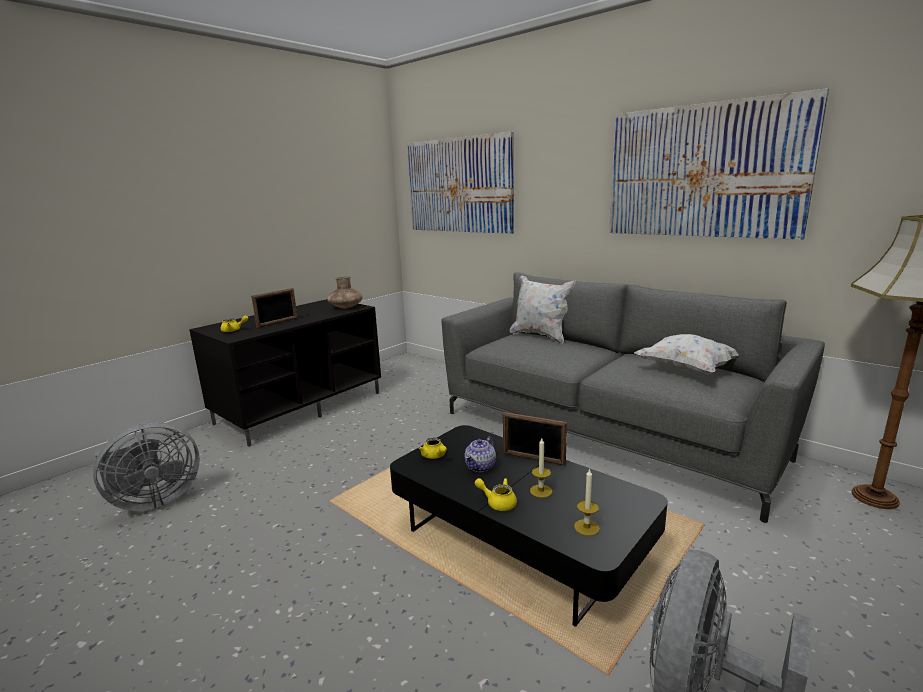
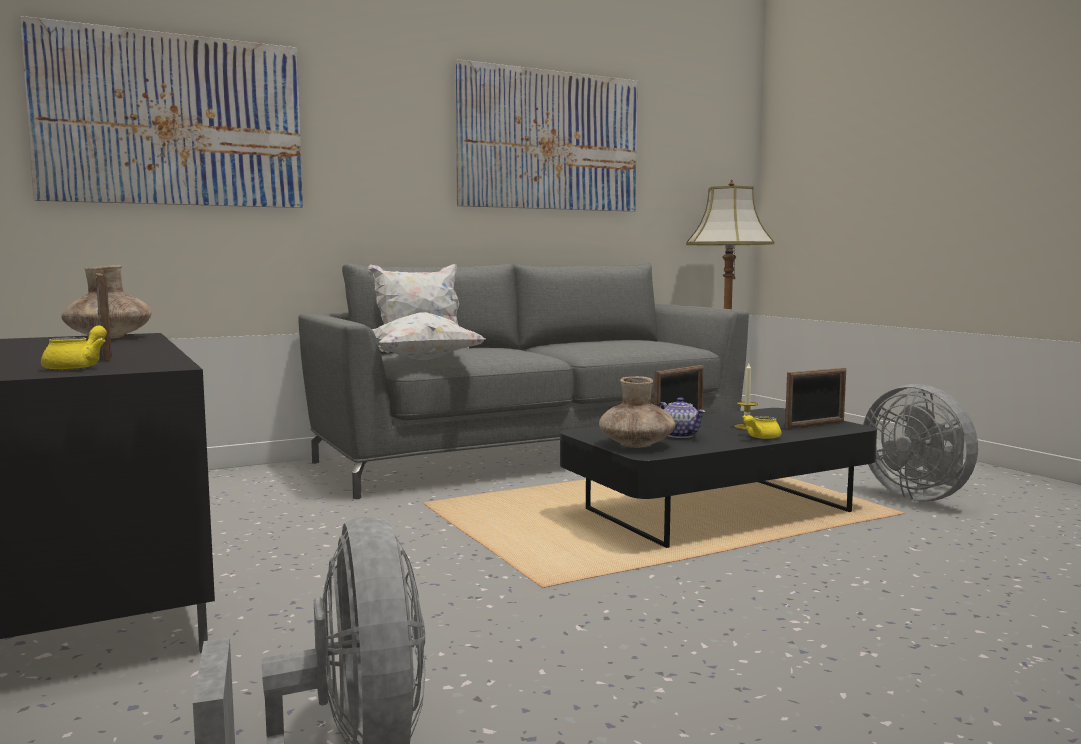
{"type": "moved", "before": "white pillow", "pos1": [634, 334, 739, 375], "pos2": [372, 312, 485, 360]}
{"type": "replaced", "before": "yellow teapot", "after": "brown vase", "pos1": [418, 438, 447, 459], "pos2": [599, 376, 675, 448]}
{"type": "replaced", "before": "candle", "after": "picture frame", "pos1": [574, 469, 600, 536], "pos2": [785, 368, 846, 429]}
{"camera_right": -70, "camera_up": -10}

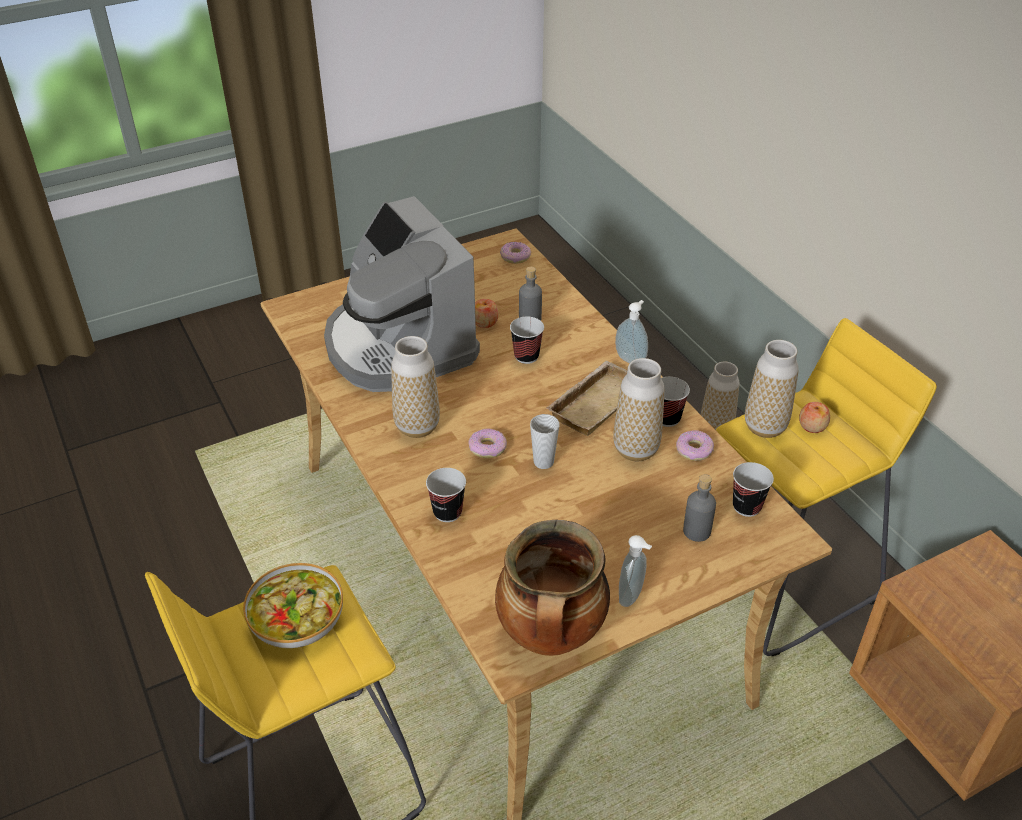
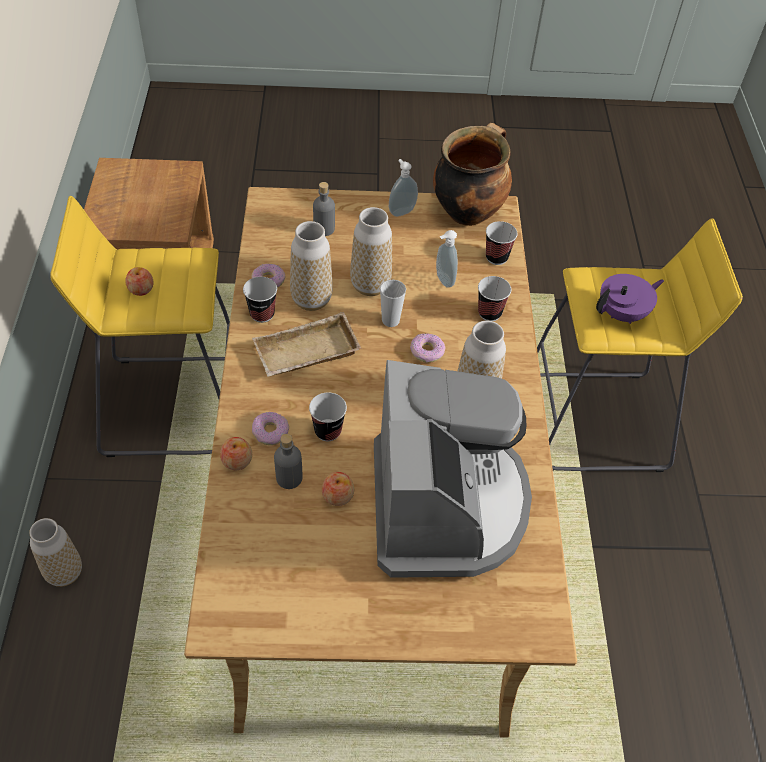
{"type": "moved", "before": "donut", "pos1": [500, 242, 531, 264], "pos2": [252, 412, 289, 445]}
{"type": "moved", "before": "soap dispenser", "pos1": [615, 300, 648, 363], "pos2": [436, 230, 458, 288]}
{"type": "moved", "before": "vase", "pos1": [745, 340, 799, 438], "pos2": [350, 207, 392, 296]}
{"type": "moved", "before": "cup", "pos1": [733, 462, 774, 517], "pos2": [486, 221, 517, 265]}
{"type": "replaced", "before": "bowl", "after": "purple teapot", "pos1": [243, 563, 343, 648], "pos2": [596, 274, 664, 324]}
{"type": "added", "after": "apple", "pos2": [220, 437, 252, 470]}
{"camera_right": -155, "camera_up": 10}

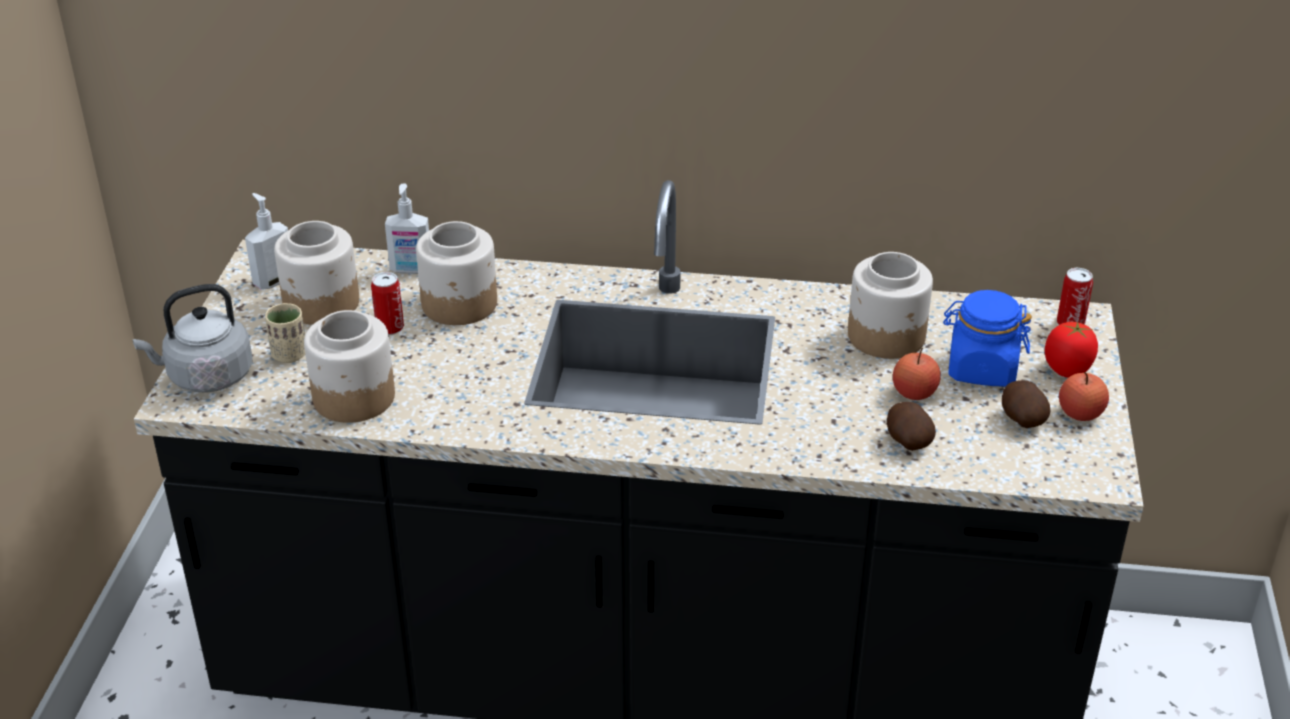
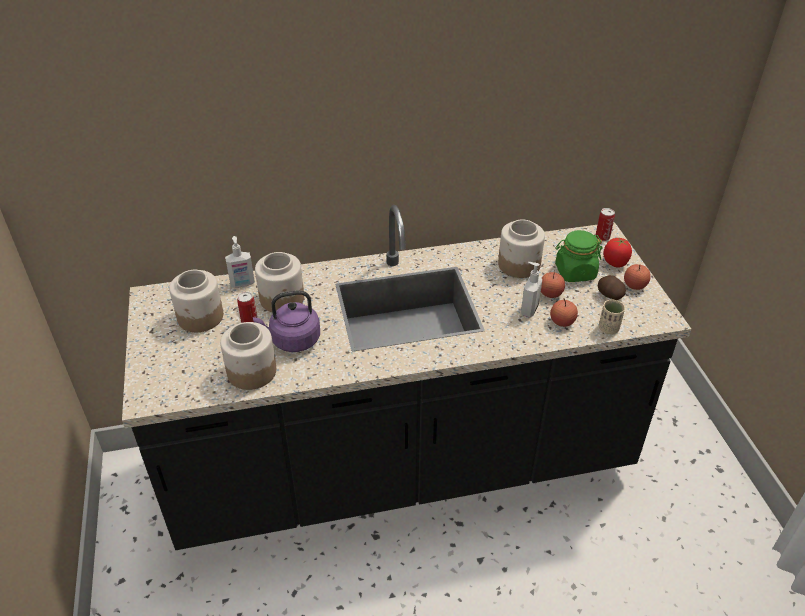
{"type": "moved", "before": "soap dispenser", "pos1": [245, 193, 288, 289], "pos2": [521, 262, 542, 317]}
{"type": "removed", "before": "grey kettle", "pos1": [133, 284, 253, 393]}
{"type": "recoloured", "before": "blue jar", "after": "green jar", "pos1": [943, 290, 1032, 387], "pos2": [555, 230, 603, 282]}
{"type": "moved", "before": "beige cup", "pos1": [265, 303, 305, 363], "pos2": [599, 300, 625, 334]}
{"type": "replaced", "before": "potato", "after": "apple", "pos1": [887, 402, 936, 451], "pos2": [550, 299, 578, 327]}
{"type": "added", "after": "purple kettle", "pos2": [253, 290, 320, 352]}
{"camera_right": -20, "camera_up": 5}

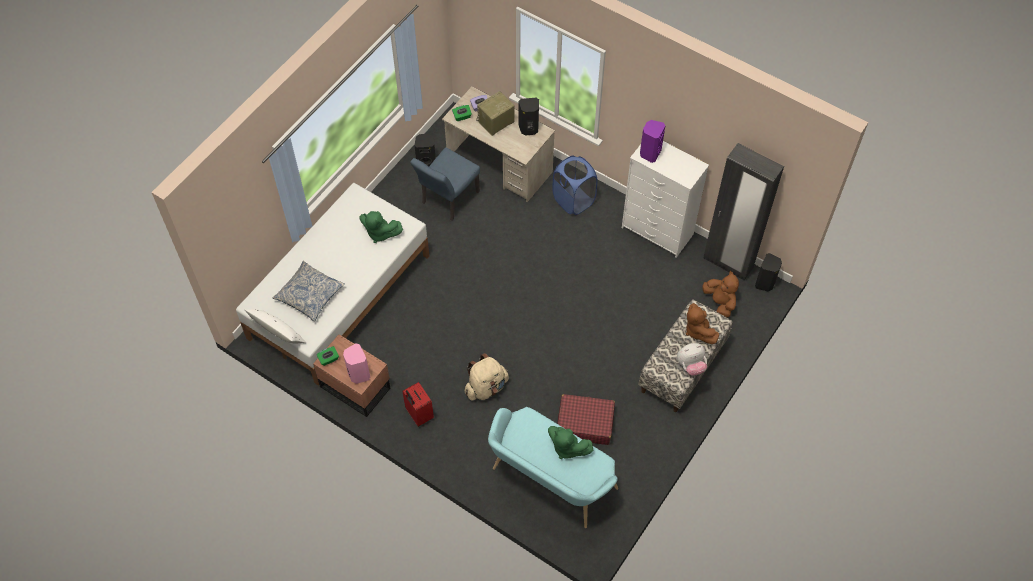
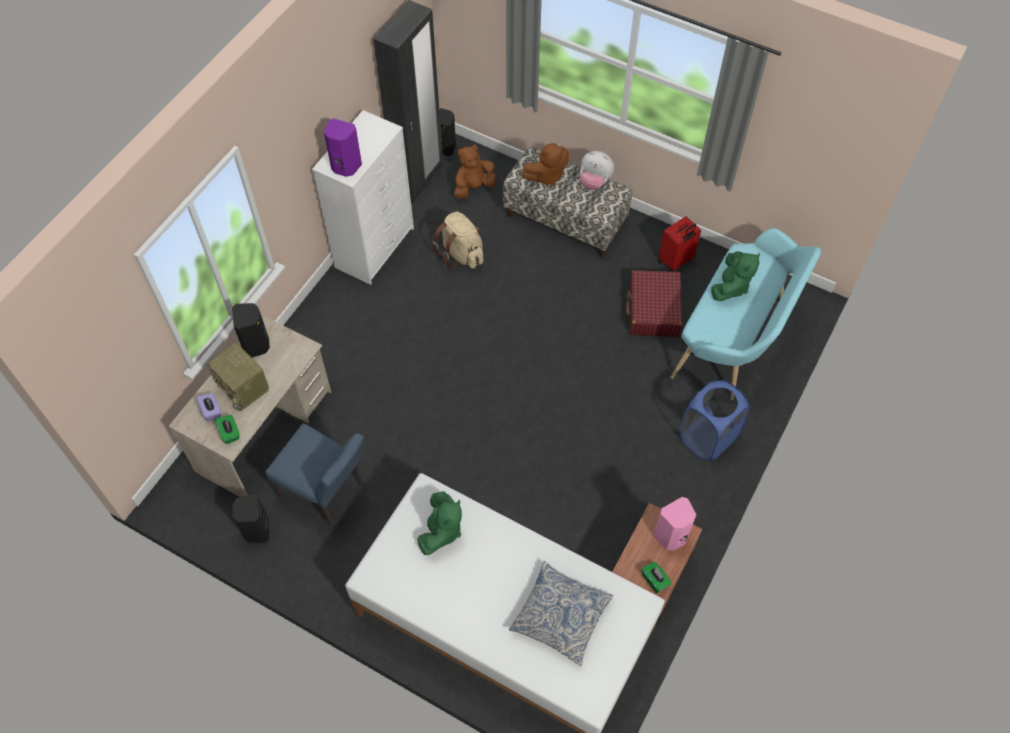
{"type": "moved", "before": "blue laundry basket", "pos1": [552, 156, 597, 215], "pos2": [679, 380, 750, 461]}
{"type": "removed", "before": "white pillow", "pos1": [244, 309, 306, 344]}
{"type": "turned", "before": "plush toy", "pos1": [677, 343, 707, 376], "pos2": [580, 151, 614, 190], "turn": 135}
{"type": "moved", "before": "beige backpack", "pos1": [465, 353, 509, 401], "pos2": [433, 212, 484, 269]}
{"type": "moved", "before": "red suitcase", "pos1": [402, 382, 434, 426], "pos2": [658, 216, 701, 272]}
{"camera_right": -95, "camera_up": 0}

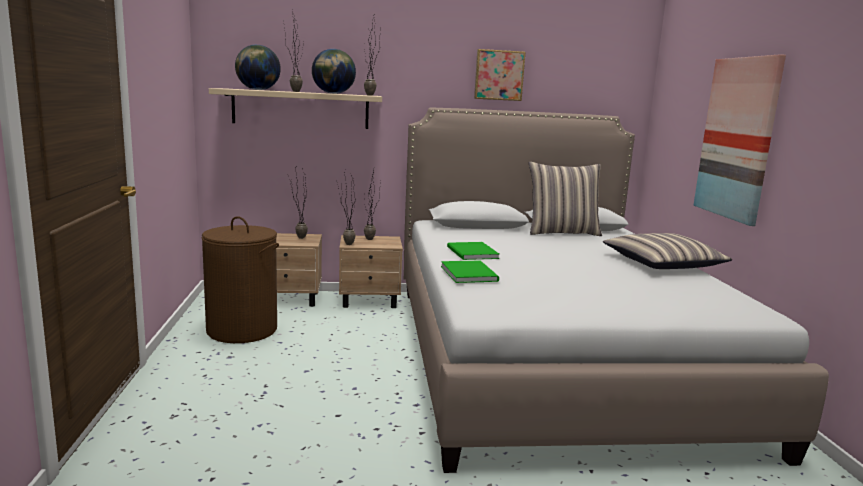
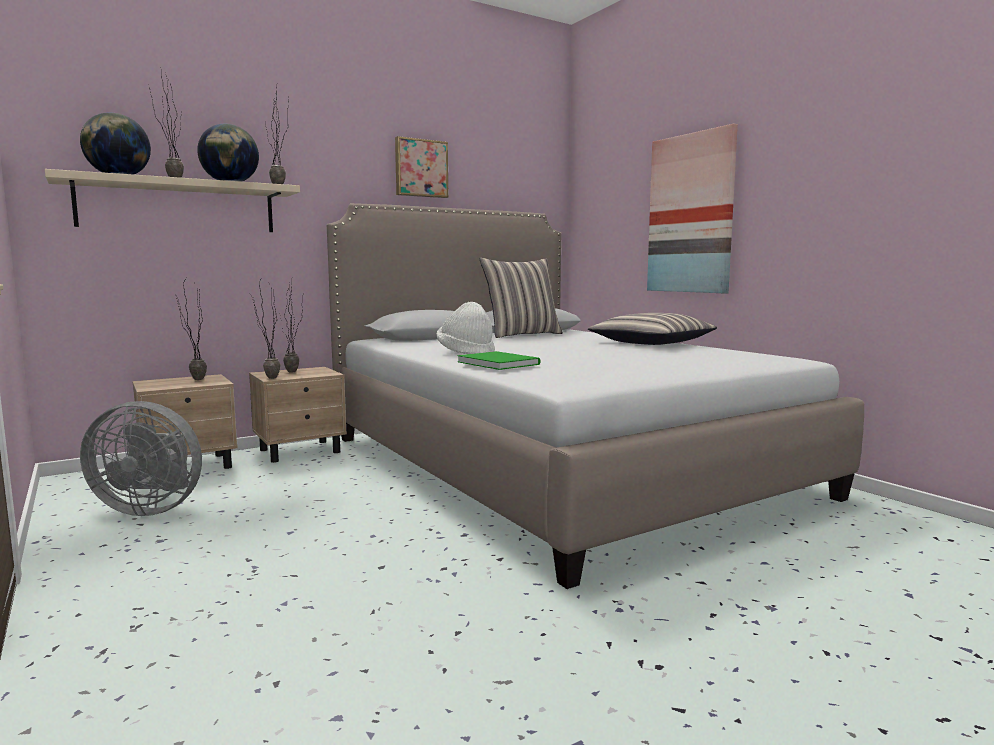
{"type": "replaced", "before": "brown laundry basket", "after": "grey fan", "pos1": [202, 216, 279, 343], "pos2": [80, 401, 202, 516]}
{"type": "replaced", "before": "green book", "after": "white hat", "pos1": [447, 242, 499, 260], "pos2": [436, 302, 495, 354]}
{"camera_right": -25, "camera_up": -5}

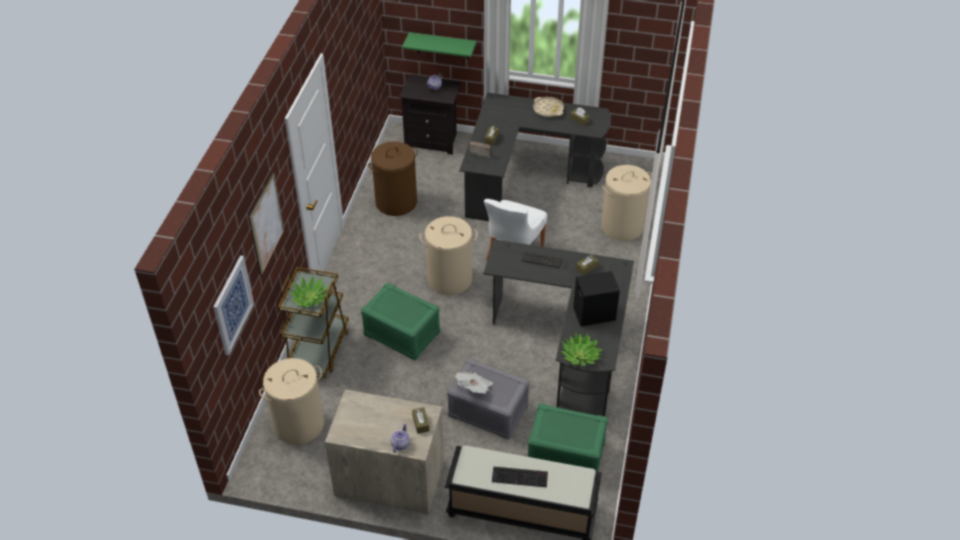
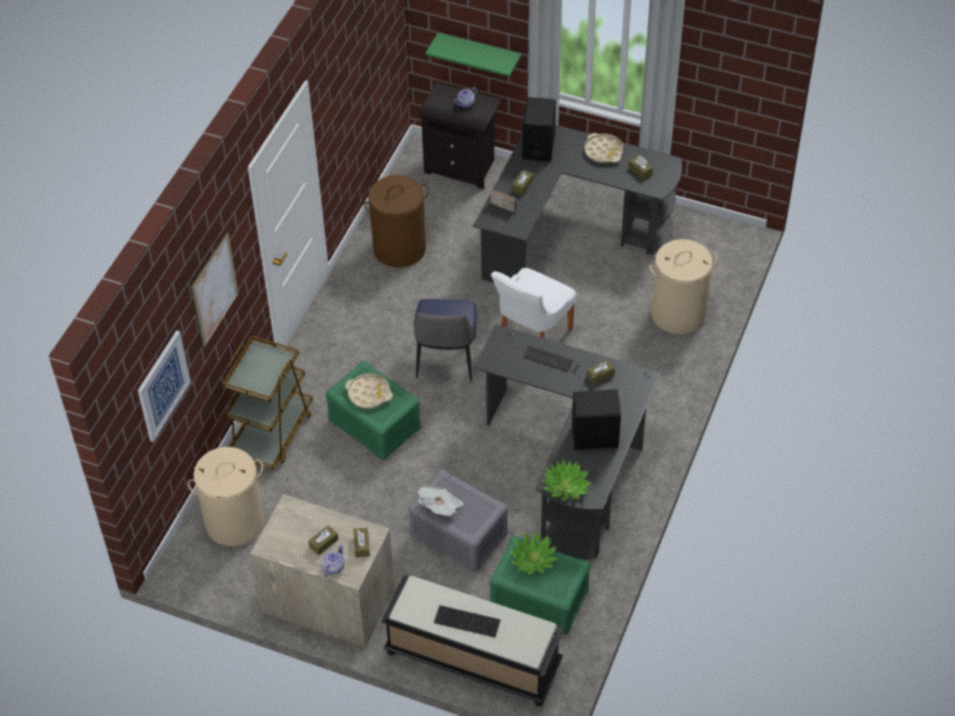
{"type": "replaced", "before": "beige laundry basket", "after": "chair", "pos1": [419, 216, 478, 295], "pos2": [414, 299, 477, 382]}
{"type": "moved", "before": "potted plant", "pos1": [289, 276, 330, 307], "pos2": [509, 531, 559, 575]}
{"type": "added", "after": "black speaker", "pos2": [522, 97, 556, 162]}
{"type": "added", "after": "beige tray", "pos2": [345, 374, 393, 408]}
{"type": "added", "after": "brown tissue box", "pos2": [308, 525, 338, 555]}
{"camera_right": 10, "camera_up": 5}

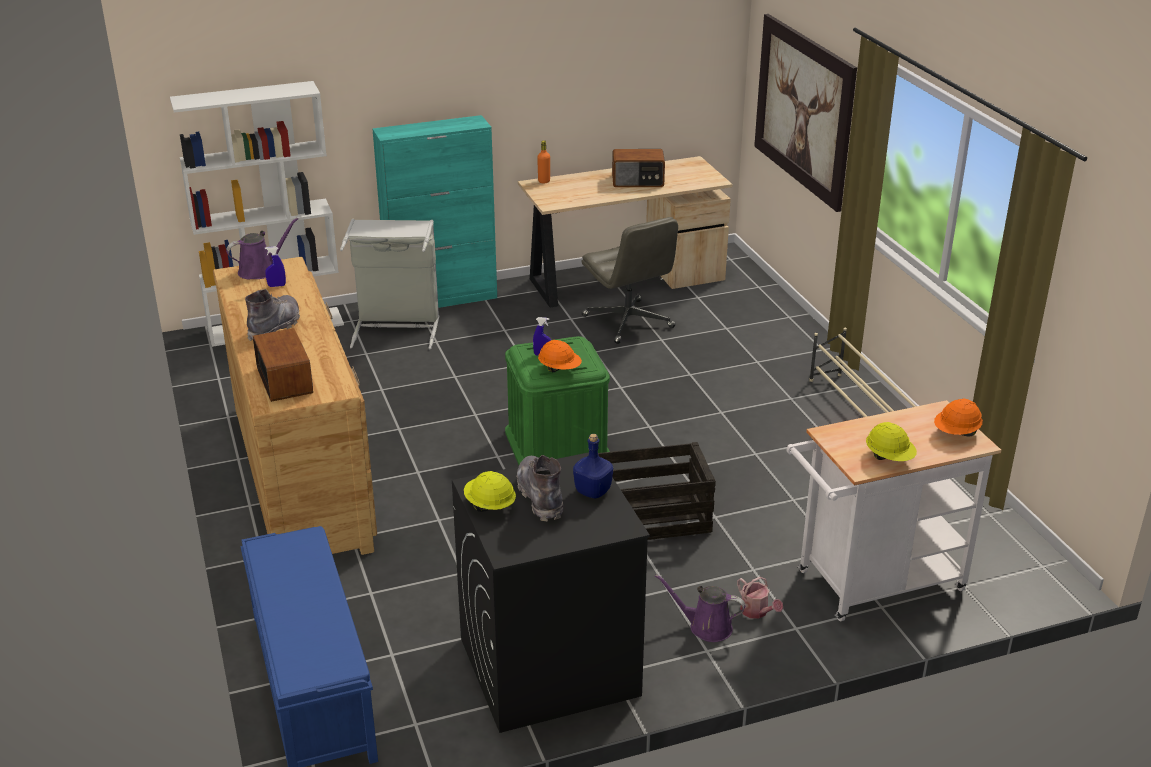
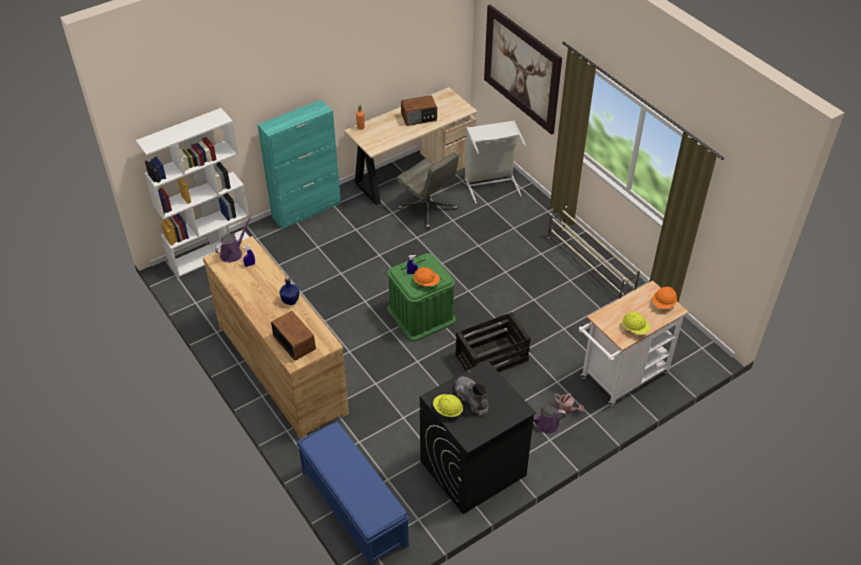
{"type": "moved", "before": "grey laundry basket", "pos1": [340, 219, 439, 349], "pos2": [465, 120, 526, 204]}
{"type": "removed", "before": "grey boot", "pos1": [245, 289, 300, 341]}
{"type": "moved", "before": "blue bottle", "pos1": [573, 434, 613, 498], "pos2": [279, 276, 299, 305]}
{"camera_right": -15, "camera_up": 15}

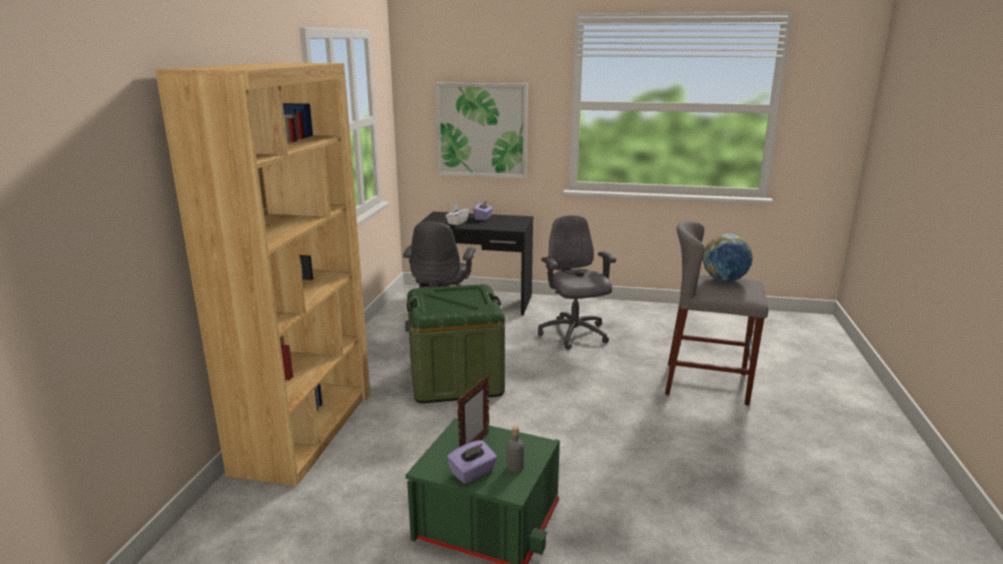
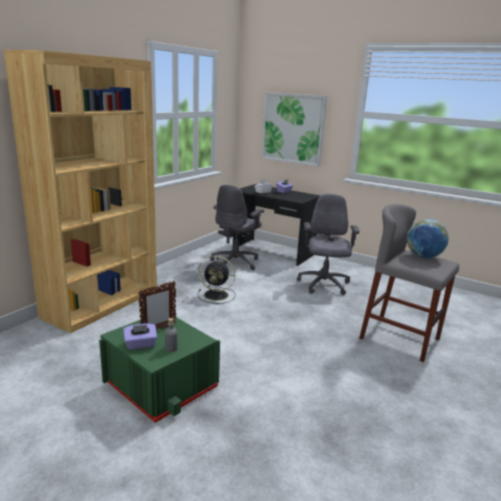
{"type": "replaced", "before": "green storage box", "after": "black fan", "pos1": [407, 284, 505, 403], "pos2": [198, 255, 235, 304]}
{"camera_right": 20, "camera_up": 0}

